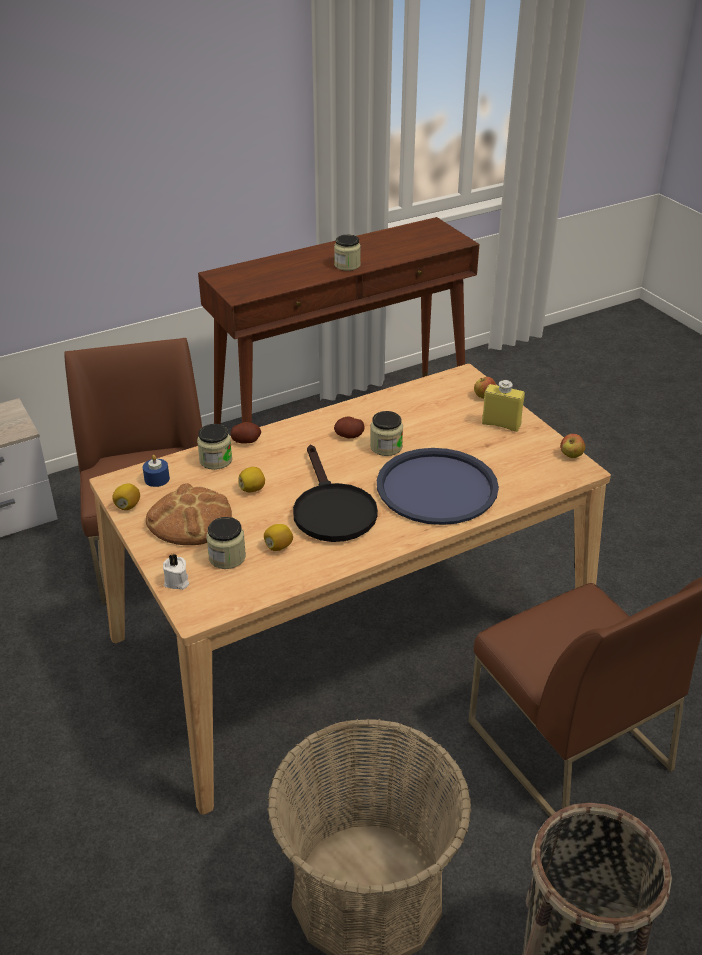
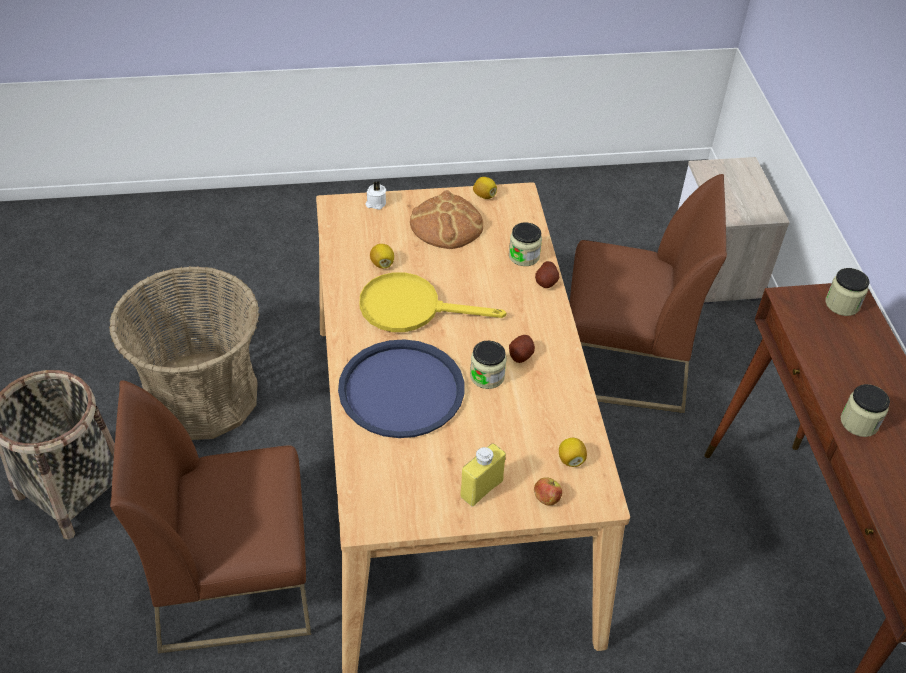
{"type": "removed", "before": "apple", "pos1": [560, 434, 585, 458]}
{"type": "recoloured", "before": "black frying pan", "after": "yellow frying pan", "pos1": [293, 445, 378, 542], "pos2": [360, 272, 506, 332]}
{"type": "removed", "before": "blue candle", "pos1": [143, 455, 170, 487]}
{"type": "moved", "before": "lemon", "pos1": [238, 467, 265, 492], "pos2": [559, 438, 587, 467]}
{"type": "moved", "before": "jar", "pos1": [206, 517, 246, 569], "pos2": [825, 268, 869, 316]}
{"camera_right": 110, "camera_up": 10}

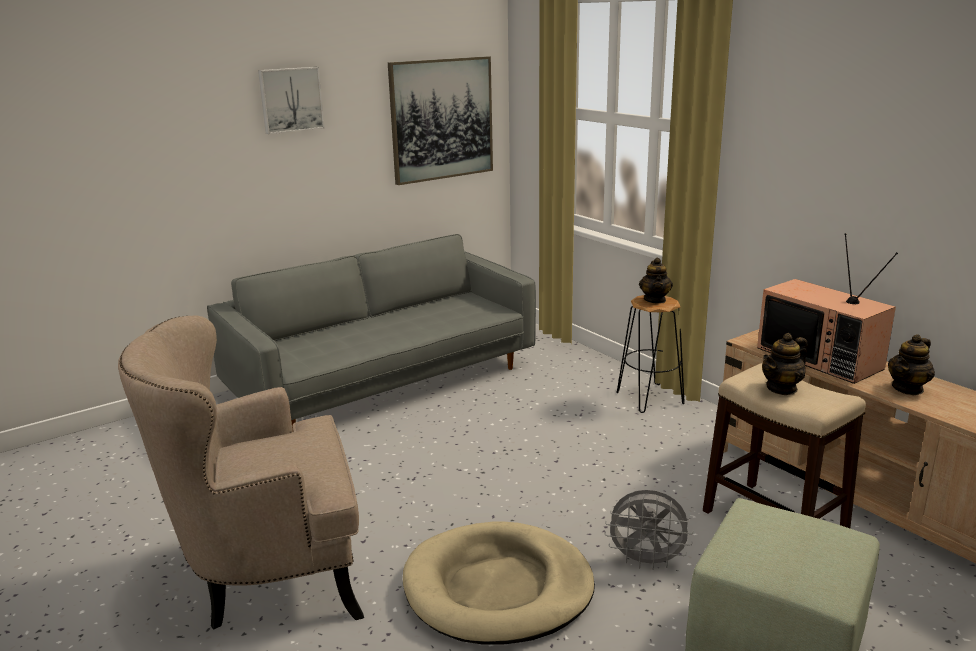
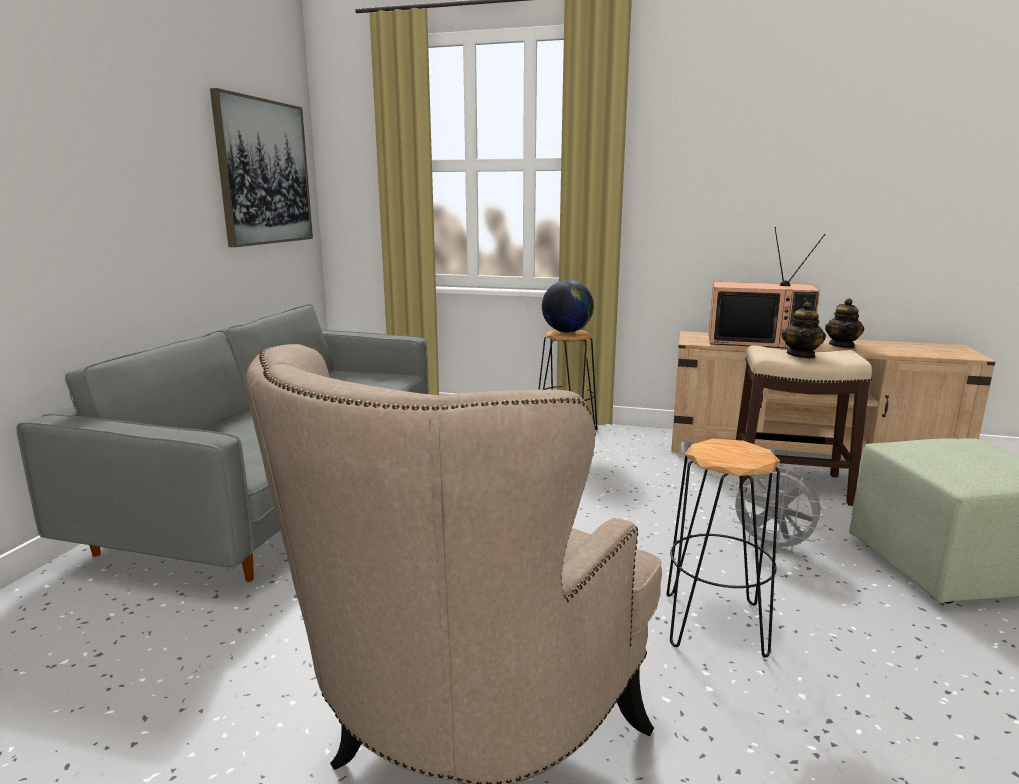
{"type": "removed", "before": "picture", "pos1": [258, 67, 325, 134]}
{"type": "replaced", "before": "teapot", "after": "globe", "pos1": [639, 258, 673, 304], "pos2": [542, 280, 594, 333]}
{"type": "turned", "before": "grey fan", "pos1": [605, 490, 693, 570], "pos2": [729, 468, 824, 553], "turn": 60}
{"type": "replaced", "before": "beige dog bed", "after": "black stool", "pos1": [403, 521, 595, 645], "pos2": [666, 439, 780, 658]}
{"camera_right": -40, "camera_up": -5}

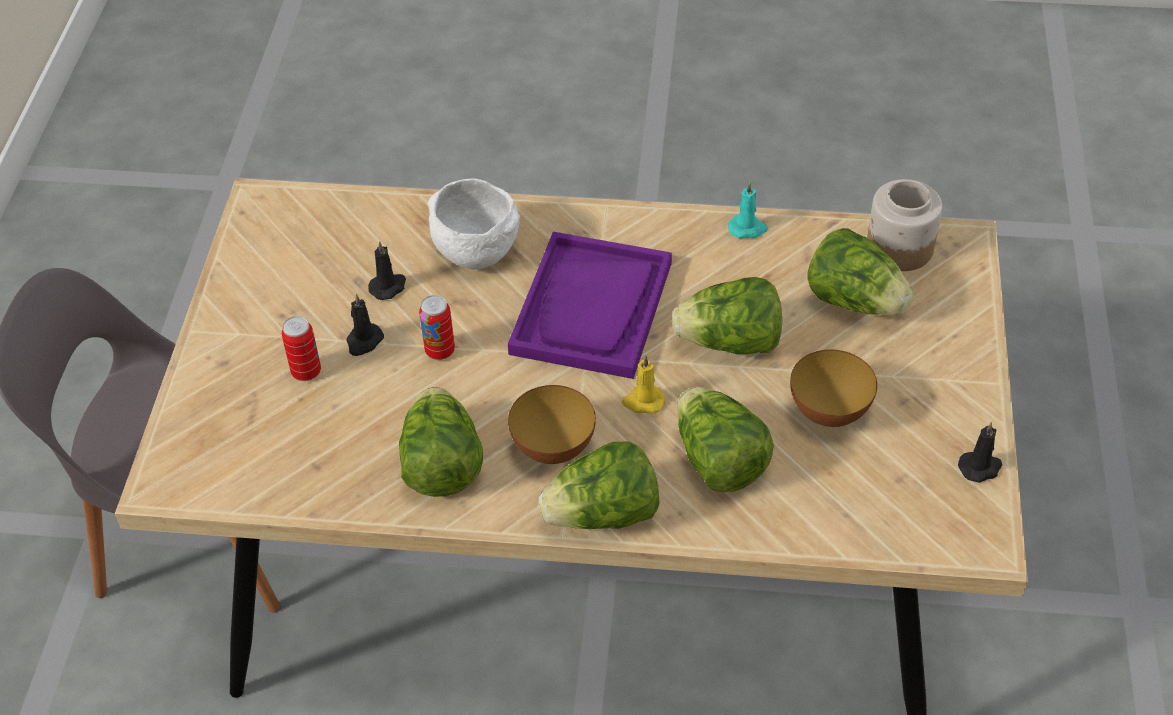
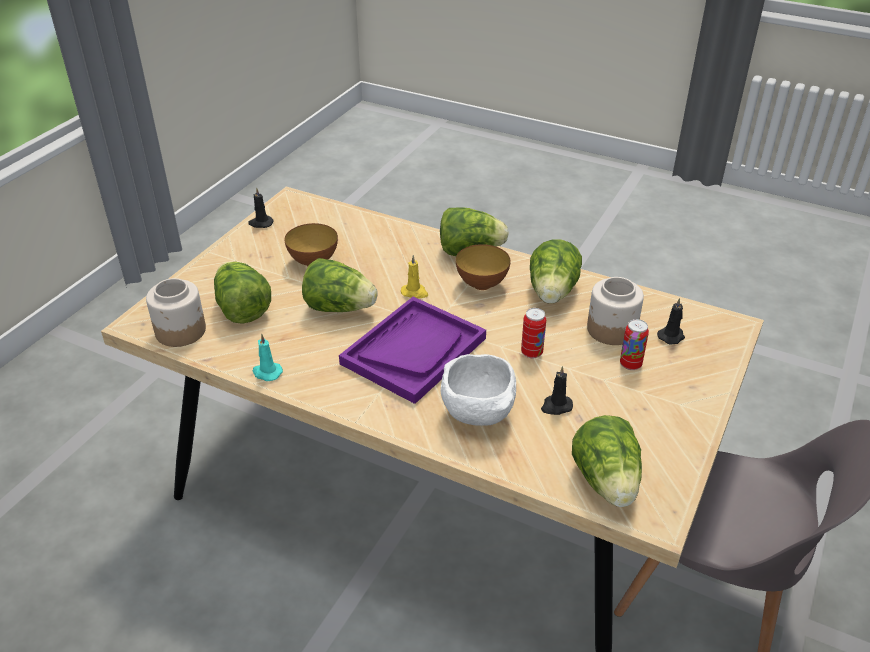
{"type": "moved", "before": "black candle", "pos1": [346, 294, 384, 356], "pos2": [657, 298, 685, 345]}
{"type": "moved", "before": "lettuce", "pos1": [677, 387, 774, 492], "pos2": [572, 415, 642, 507]}
{"type": "added", "after": "jar", "pos2": [587, 277, 644, 345]}
{"camera_right": -160, "camera_up": -10}

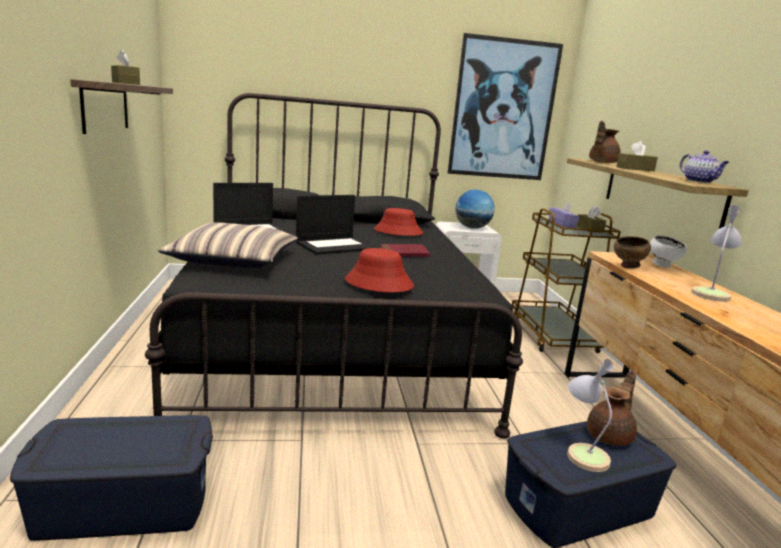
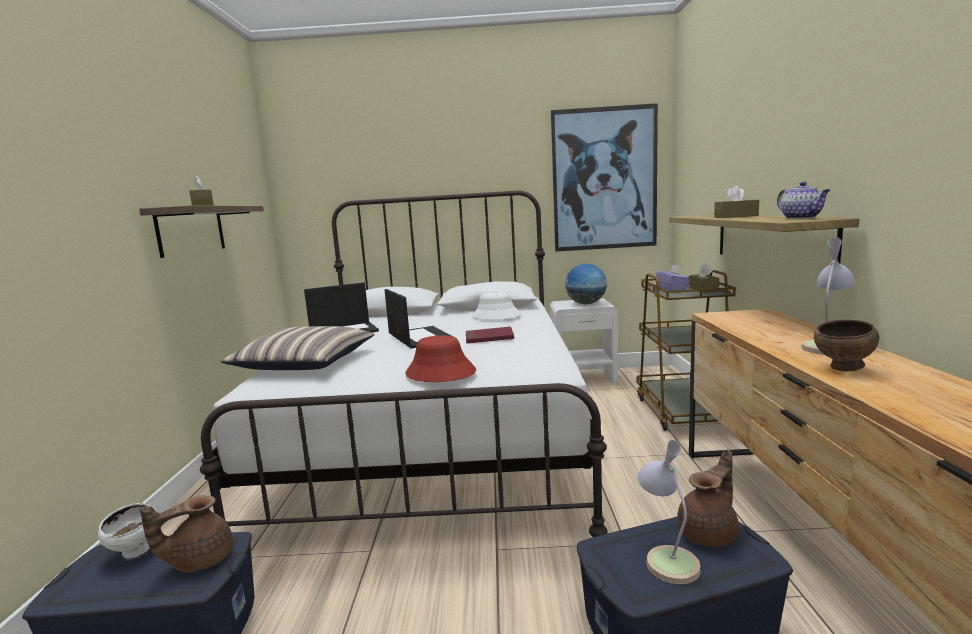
{"type": "recoloured", "before": "black bed", "after": "white bed", "pos1": [145, 93, 523, 439], "pos2": [200, 191, 608, 537]}
{"type": "moved", "before": "brown teapot", "pos1": [589, 121, 621, 163], "pos2": [140, 495, 233, 572]}
{"type": "turned", "before": "laptop", "pos1": [296, 195, 375, 255], "pos2": [385, 289, 456, 349], "turn": -90}
{"type": "recoloured", "before": "red hat", "after": "white hat", "pos1": [374, 208, 423, 236], "pos2": [472, 292, 521, 320]}
{"type": "moved", "before": "white bowl", "pos1": [650, 235, 687, 268], "pos2": [98, 503, 155, 558]}
{"type": "moved", "before": "brown bowl", "pos1": [614, 236, 651, 268], "pos2": [814, 319, 879, 371]}
{"camera_right": 10, "camera_up": -5}

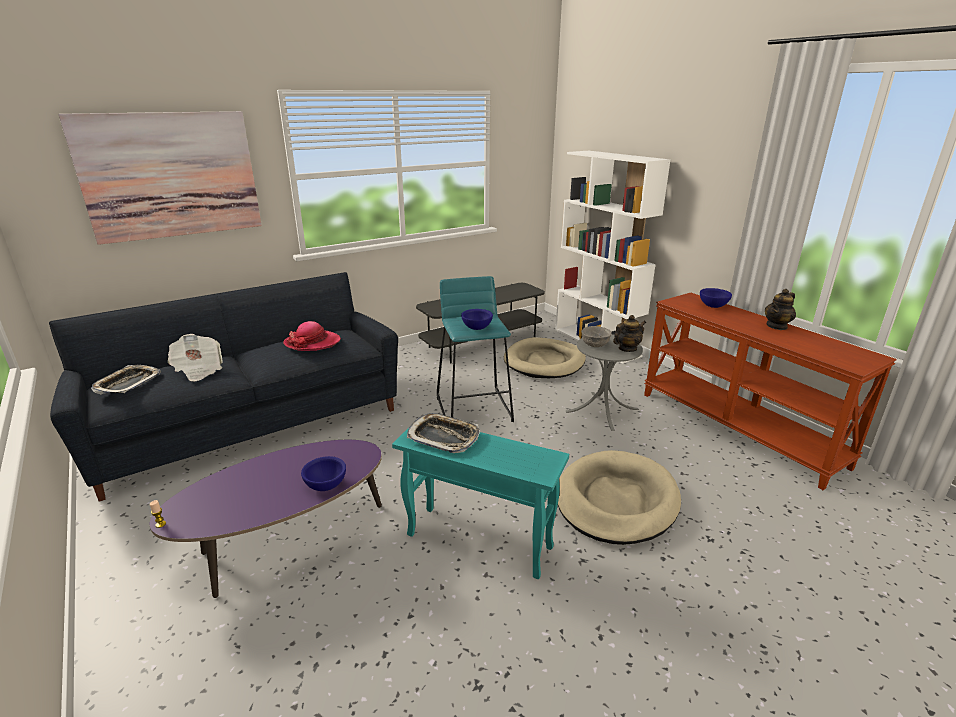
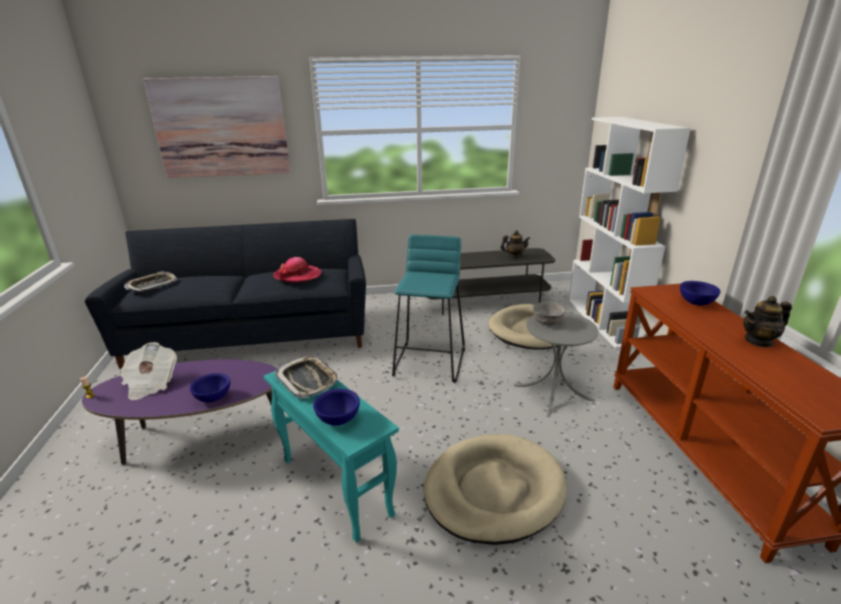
{"type": "moved", "before": "blue bowl", "pos1": [461, 309, 493, 330], "pos2": [313, 389, 360, 425]}
{"type": "moved", "before": "teapot", "pos1": [613, 315, 646, 352], "pos2": [500, 230, 531, 258]}
{"type": "moved", "before": "newspaper", "pos1": [167, 334, 222, 382], "pos2": [120, 342, 177, 400]}
{"camera_right": 25, "camera_up": 0}

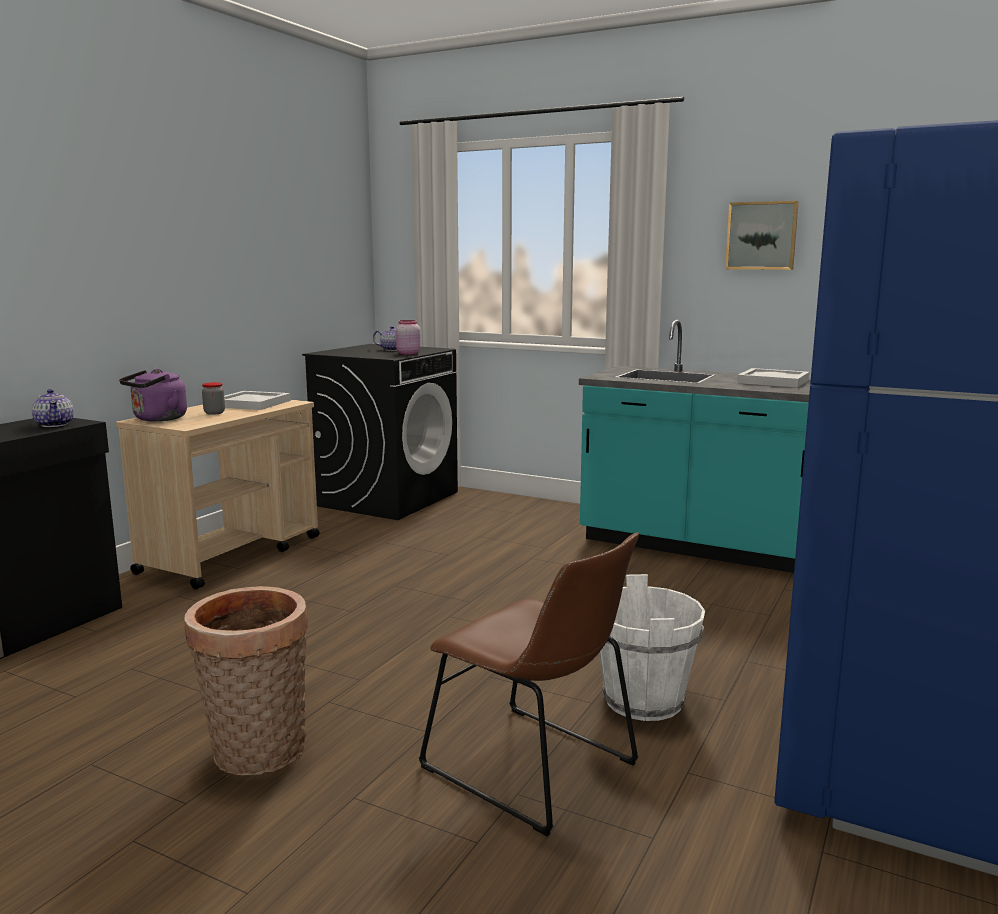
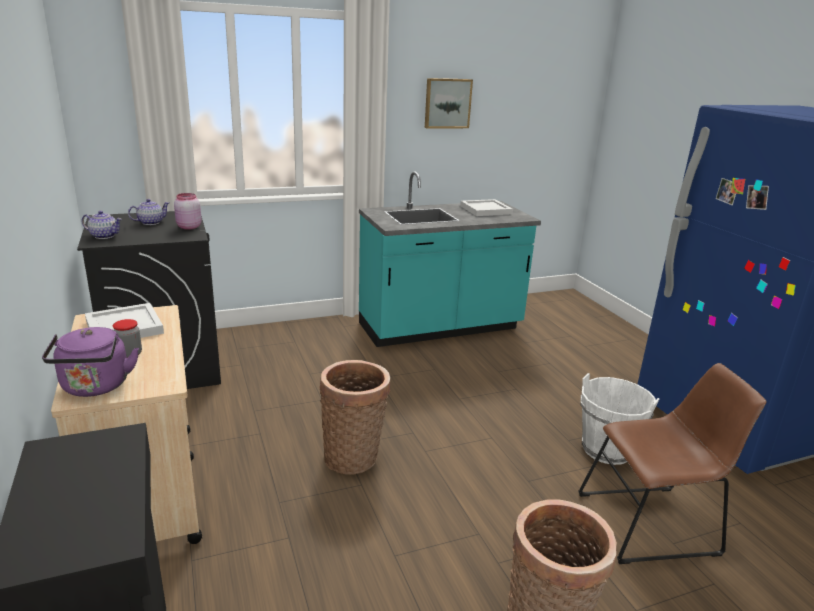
{"type": "moved", "before": "teapot", "pos1": [32, 389, 74, 427], "pos2": [82, 211, 122, 239]}
{"type": "added", "after": "basket", "pos2": [319, 360, 391, 475]}
{"camera_right": -50, "camera_up": 10}

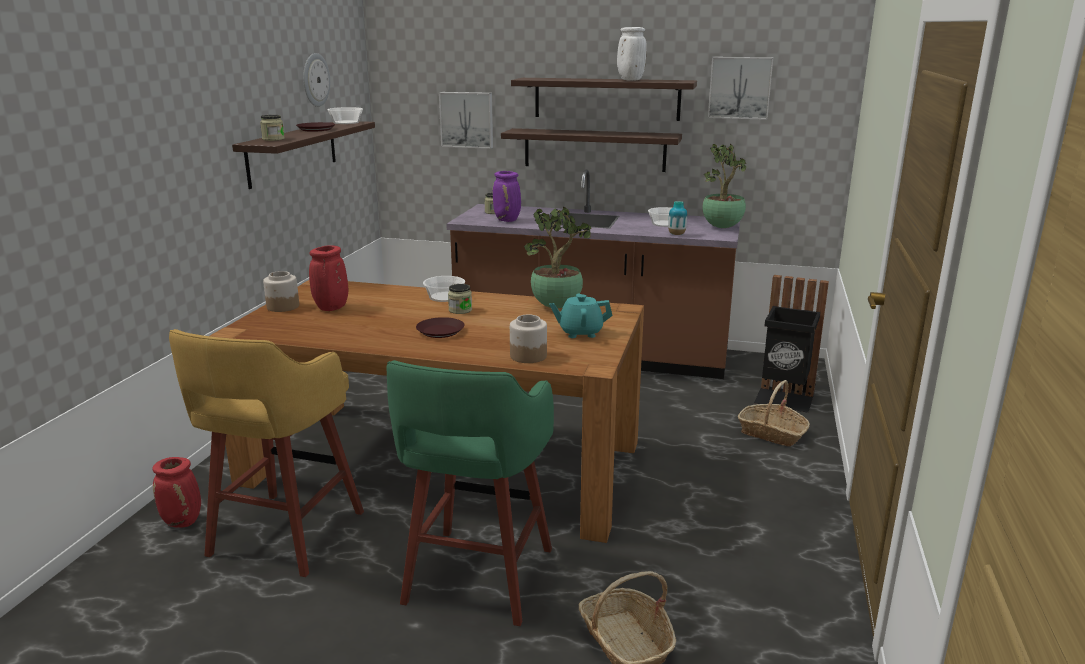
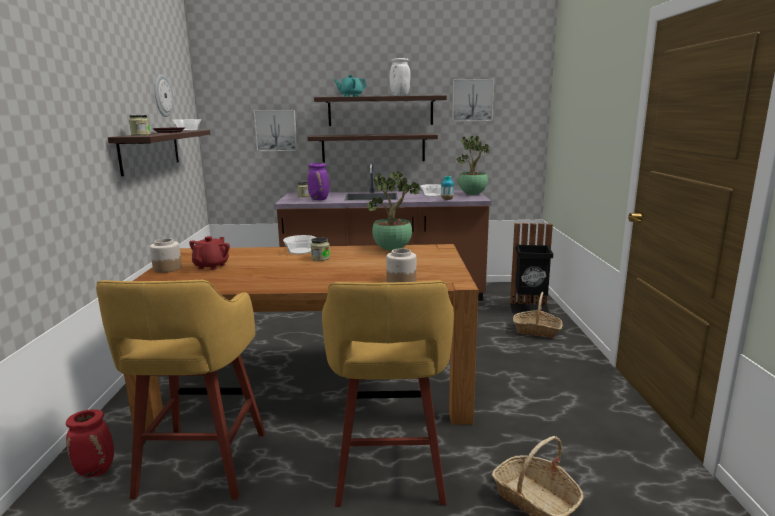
{"type": "replaced", "before": "red vase", "after": "red teapot", "pos1": [309, 245, 348, 311], "pos2": [189, 236, 230, 270]}
{"type": "moved", "before": "turquoise teapot", "pos1": [549, 293, 613, 338], "pos2": [334, 75, 367, 97]}
{"type": "removed", "before": "brown plate", "pos1": [416, 317, 465, 338]}
{"type": "recoloured", "before": "green stool", "after": "yellow stool", "pos1": [386, 360, 554, 626], "pos2": [322, 280, 454, 507]}
{"camera_right": -15, "camera_up": -5}

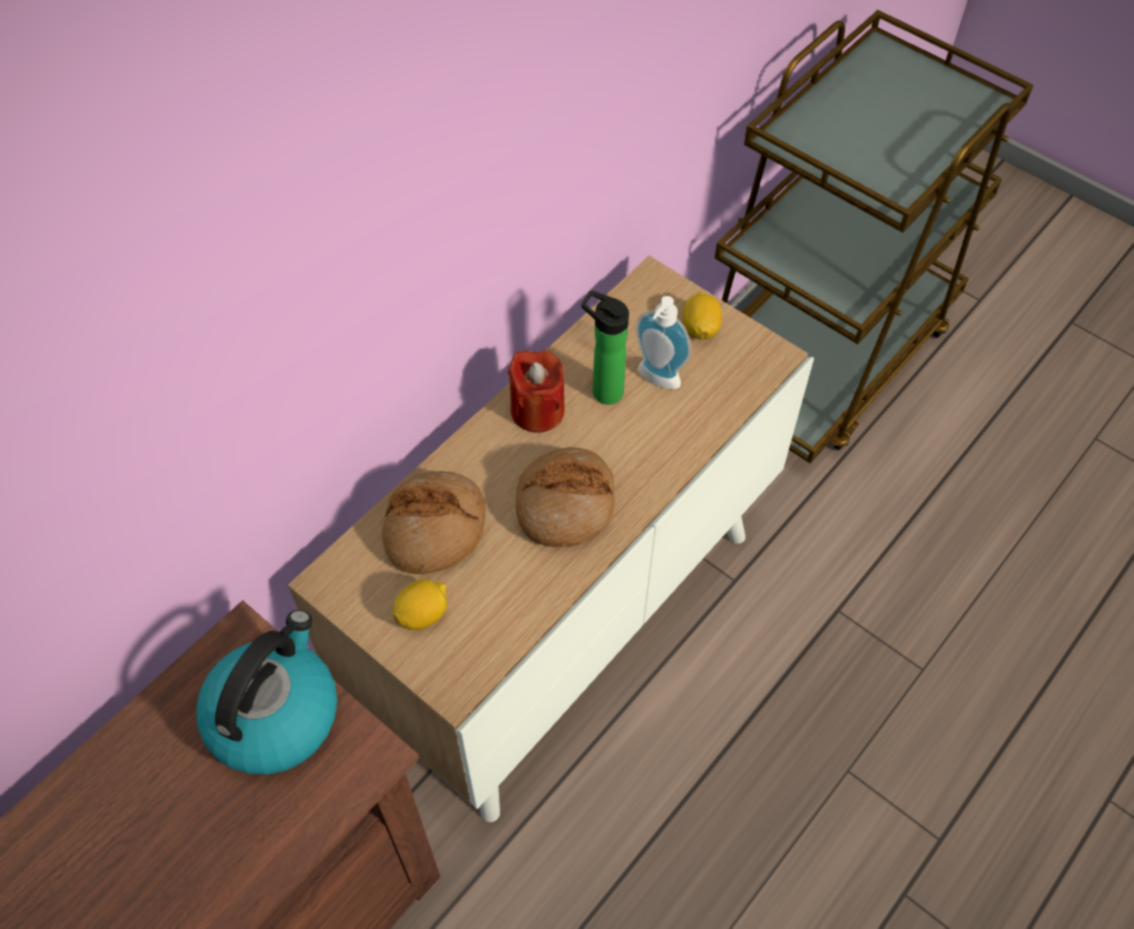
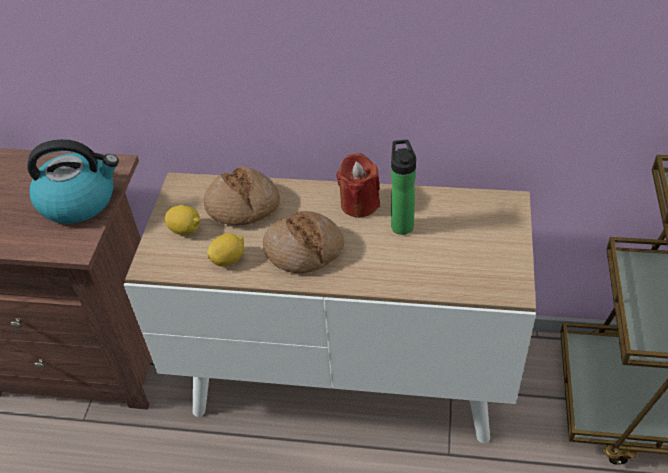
{"type": "moved", "before": "lemon", "pos1": [683, 292, 722, 340], "pos2": [207, 233, 244, 266]}
{"type": "removed", "before": "soap dispenser", "pos1": [636, 296, 691, 389]}
{"camera_right": 60, "camera_up": -10}

